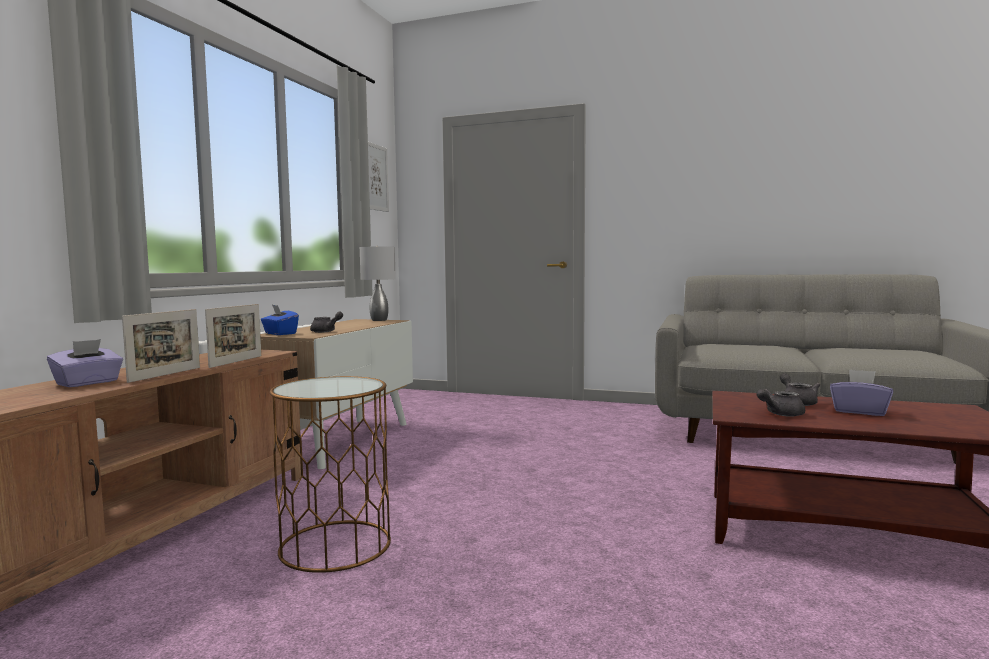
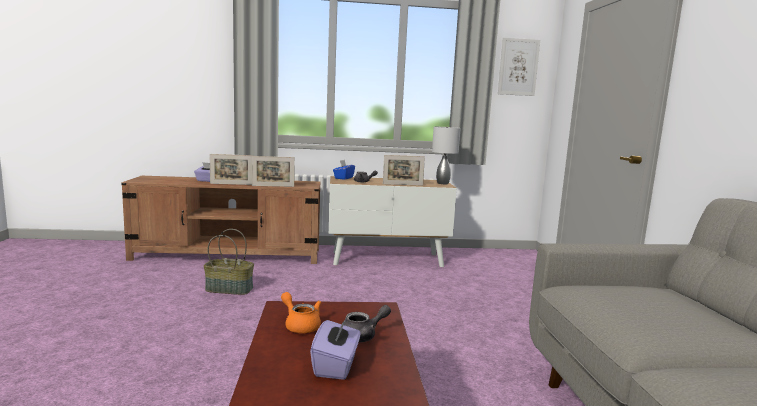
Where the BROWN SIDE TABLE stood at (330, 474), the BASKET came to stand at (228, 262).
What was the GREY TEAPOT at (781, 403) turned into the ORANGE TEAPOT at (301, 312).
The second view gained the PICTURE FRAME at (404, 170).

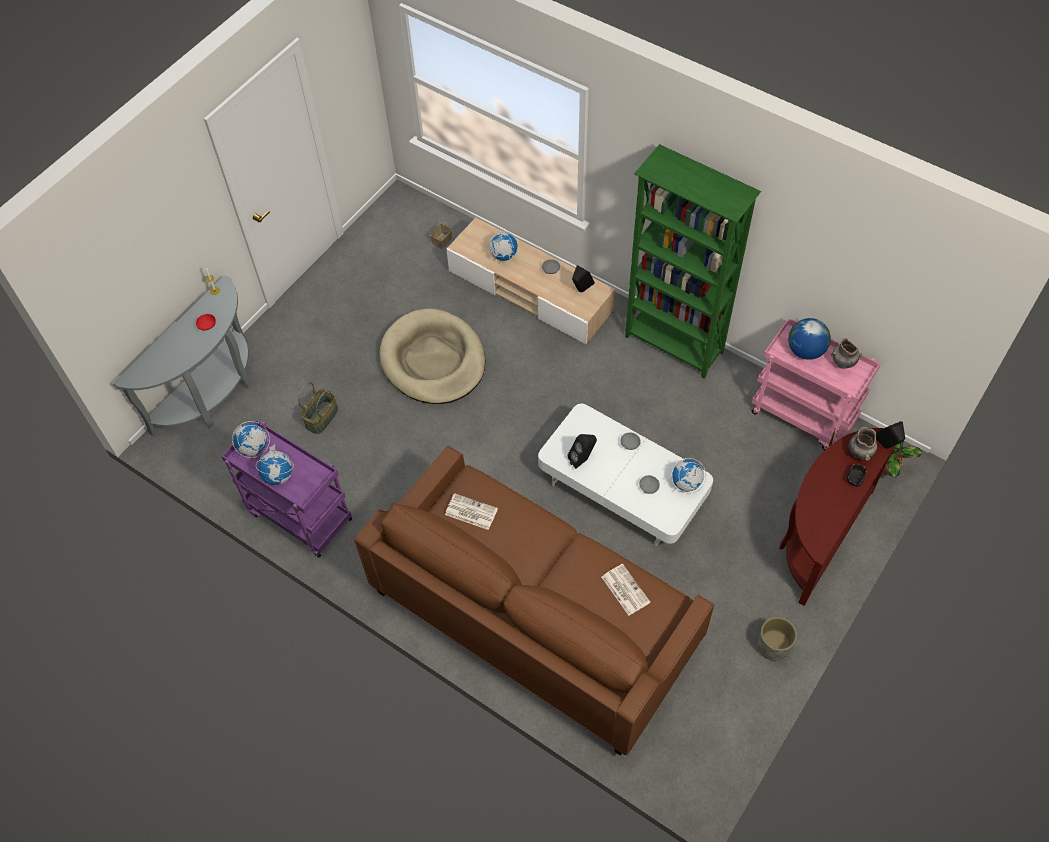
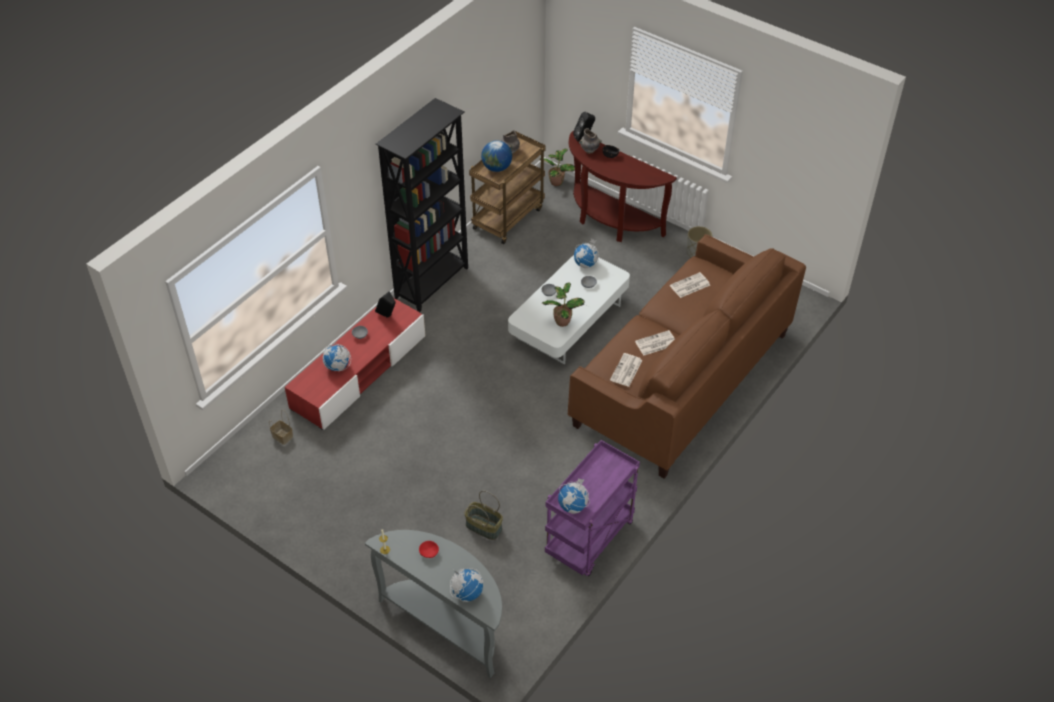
What was the GREEN BOOKCASE at (693, 261) turned into the BLACK BOOKCASE at (422, 205).
What was the BEIGE TV STAND at (530, 280) turned into the RED TV STAND at (355, 364).
The second view lost the BEIGE DOG BED at (432, 356).
What was the PINK CART at (816, 384) turned into the BROWN CART at (507, 187).
Where the BLACK SPEAKER stood at (582, 451), the POTTED PLANT came to stand at (563, 304).
The GLOBE ended up elsewhere, having gone from (275, 464) to (466, 585).
The second view gained the NEWSPAPER at (655, 342).

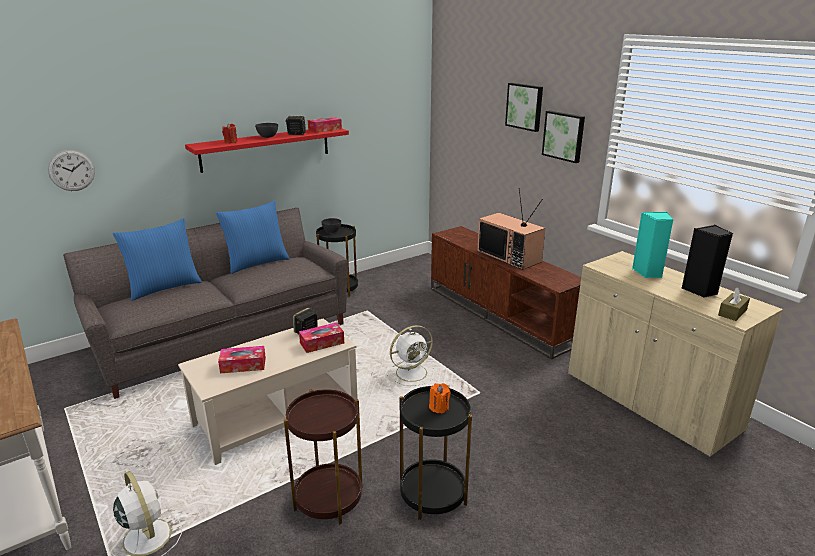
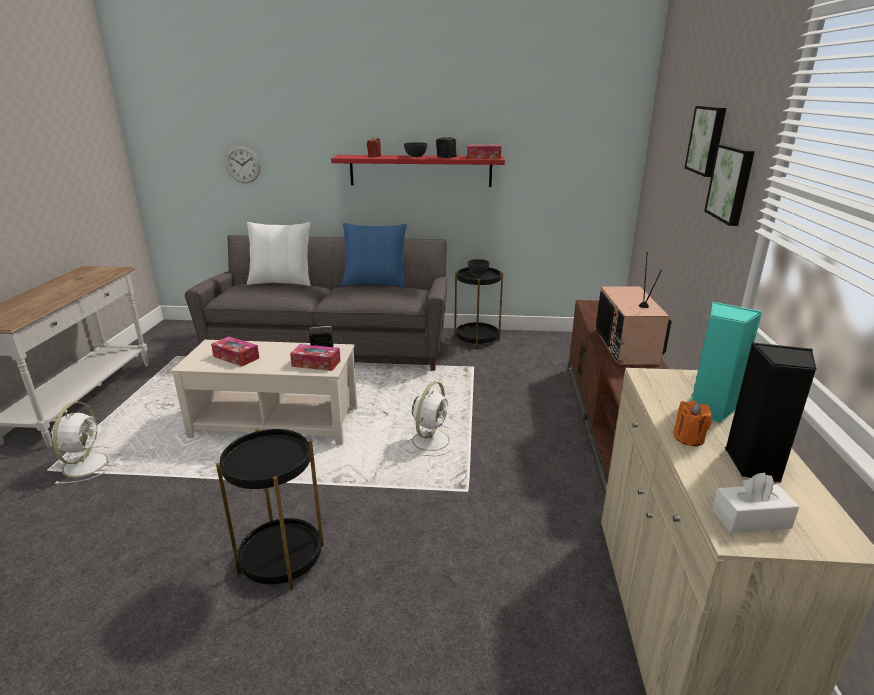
What was the BLUE PILLOW at (157, 259) turned into the WHITE PILLOW at (279, 254).
What was the BROWN TISSUE BOX at (734, 304) turned into the WHITE TISSUE BOX at (756, 502).
The WHITE FAN at (411, 355) ended up facing another way, 75 degrees counterclockwise from before.
The ORANGE CANDLE ended up elsewhere, having gone from (440, 398) to (692, 423).
The second view lost the BROWN SIDE TABLE at (323, 456).

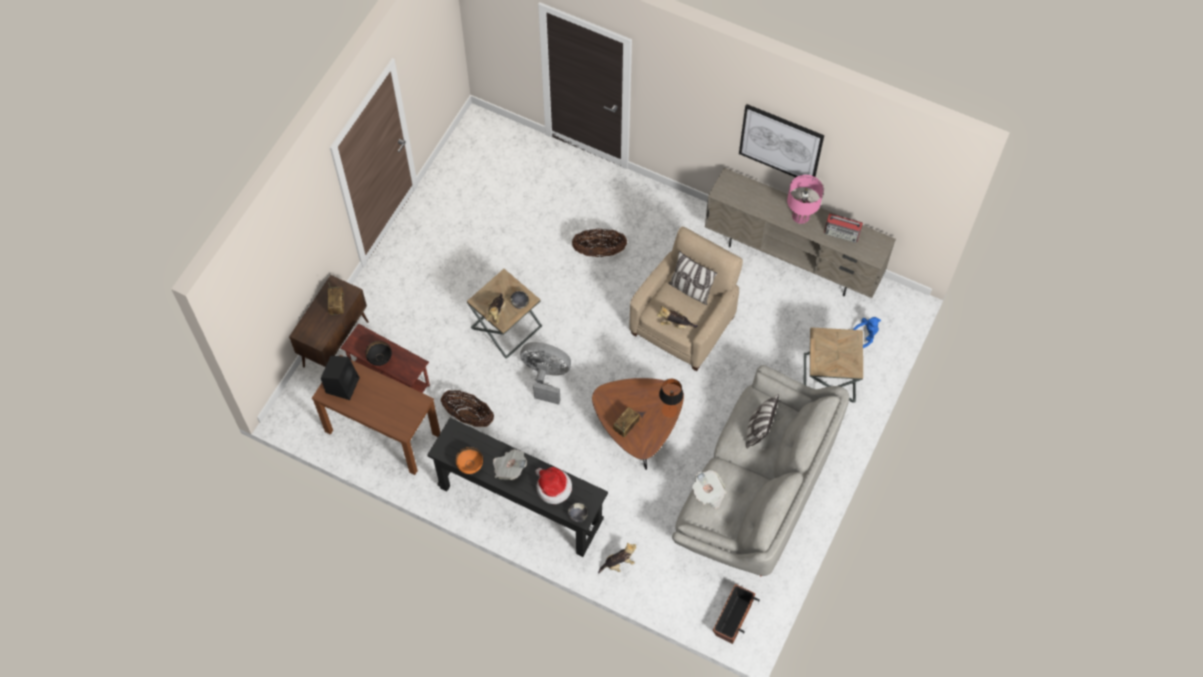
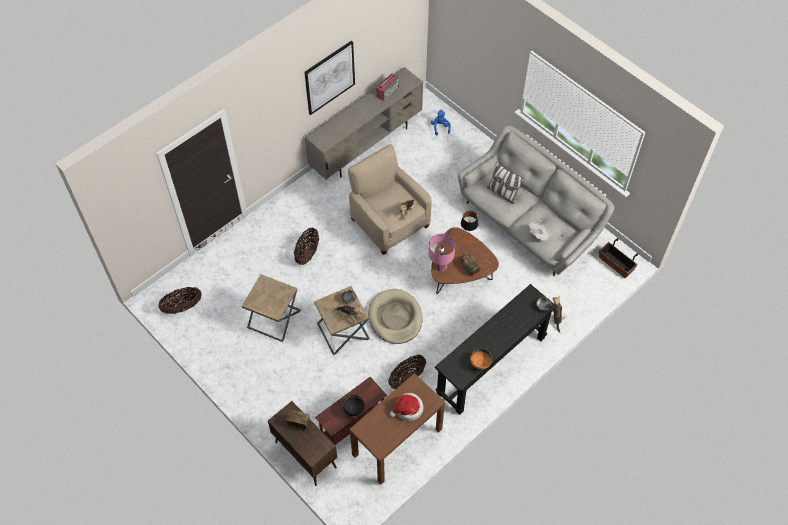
The PINK TABLE LAMP ended up elsewhere, having gone from (805, 199) to (442, 253).
The second view lost the PILLOW at (693, 278).
The BROWN SIDE TABLE ended up elsewhere, having gone from (833, 364) to (271, 308).
Where the GREY FAN stood at (545, 373), the BEIGE DOG BED came to stand at (395, 316).
The second view lost the BLACK SPEAKER at (340, 378).
The second view lost the NEWSPAPER at (510, 464).
The HAT ended up elsewhere, having gone from (554, 485) to (406, 407).
The second view gained the BASKET at (180, 300).

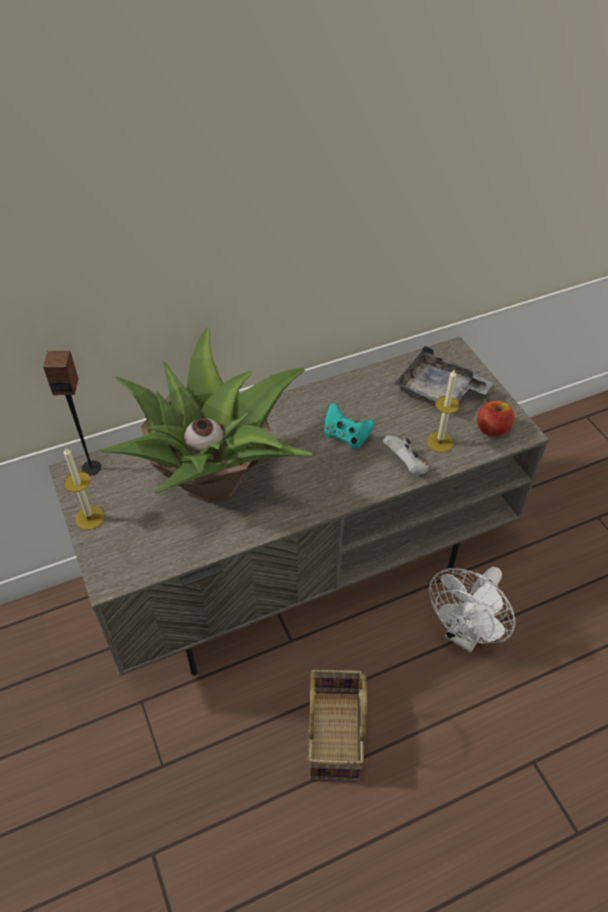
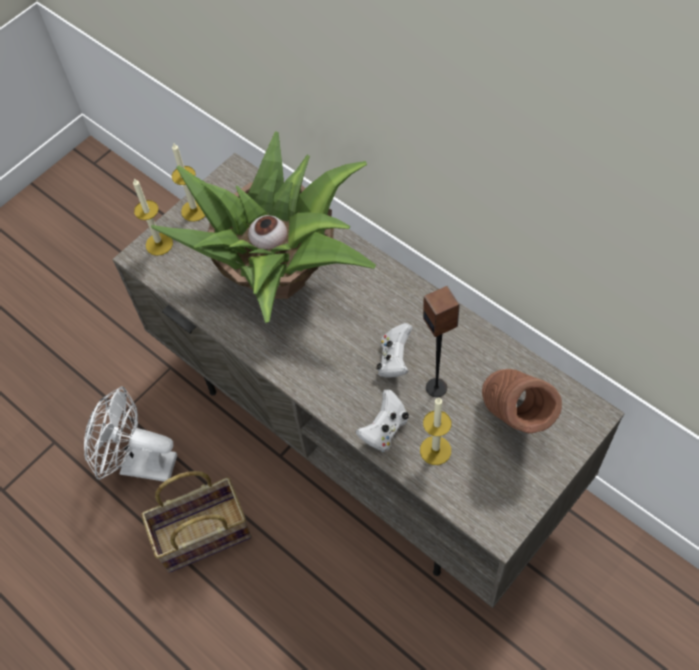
Where the GREY TRAY stood at (444, 375), the BROWN VASE came to stand at (522, 401).
The SPEAKER ended up elsewhere, having gone from (72, 413) to (441, 341).
The second view lost the APPLE at (496, 419).
What was the TURQUOISE GAME CONTROLLER at (349, 426) turned into the WHITE GAME CONTROLLER at (394, 350).
The WHITE FAN ended up elsewhere, having gone from (472, 610) to (130, 434).
The second view gained the CANDLE at (153, 217).

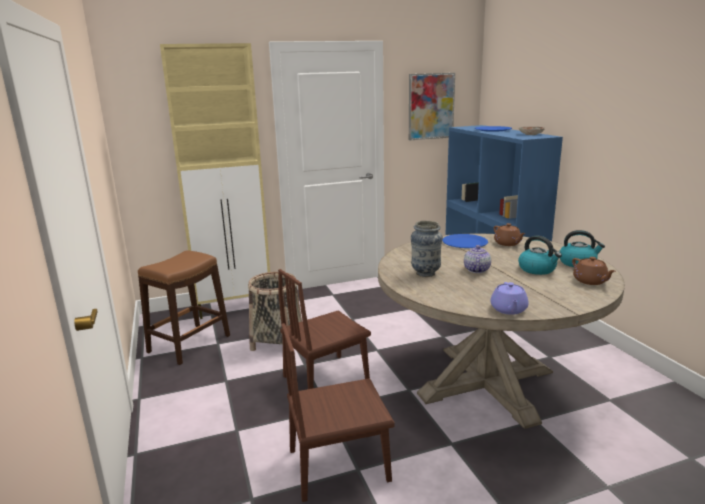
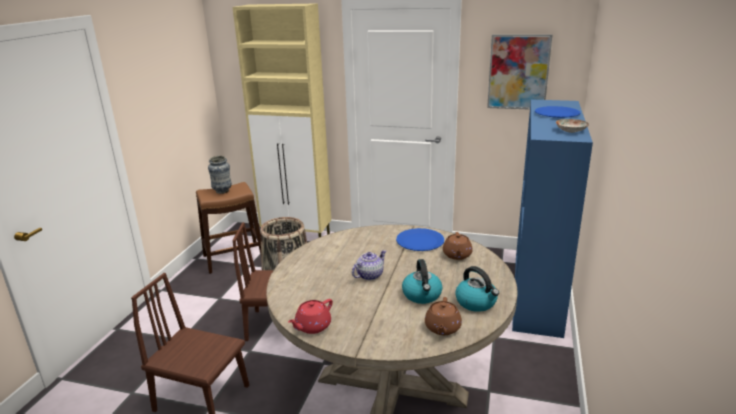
The VASE ended up elsewhere, having gone from (427, 249) to (220, 175).
What was the PURPLE TEAPOT at (510, 298) turned into the RED TEAPOT at (310, 316).

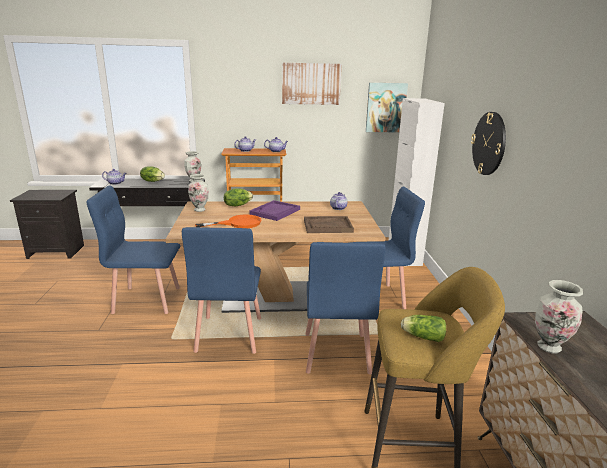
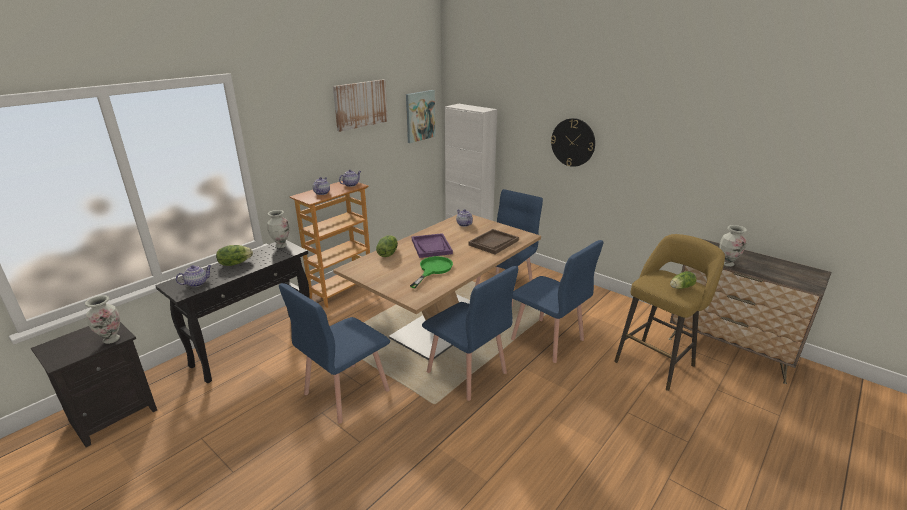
The VASE ended up elsewhere, having gone from (198, 193) to (102, 319).
What was the ORANGE FRYING PAN at (228, 221) turned into the GREEN FRYING PAN at (431, 272).

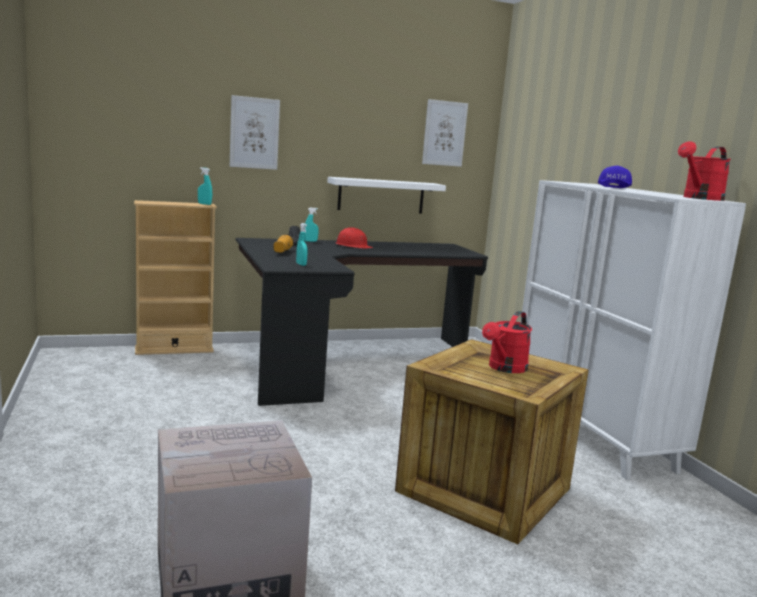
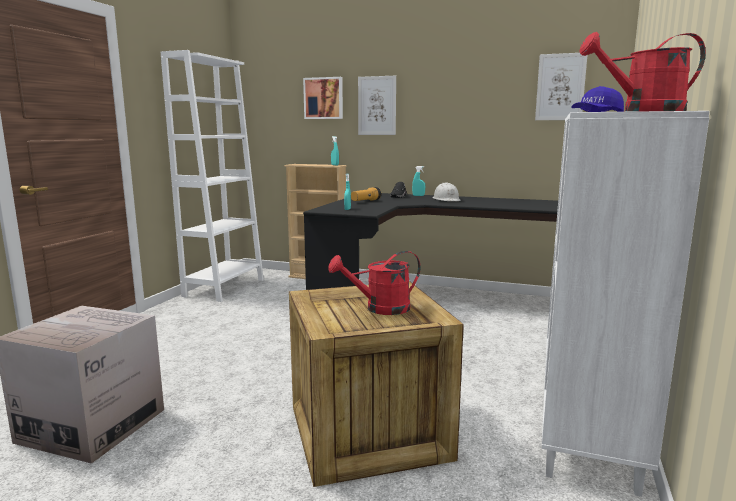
The second view lost the WHITE SHELF at (386, 195).
What was the RED HARD HAT at (354, 238) turned into the WHITE HARD HAT at (447, 192).
The second view gained the WHITE BOOKCASE at (212, 176).
The second view gained the PICTURE at (323, 98).

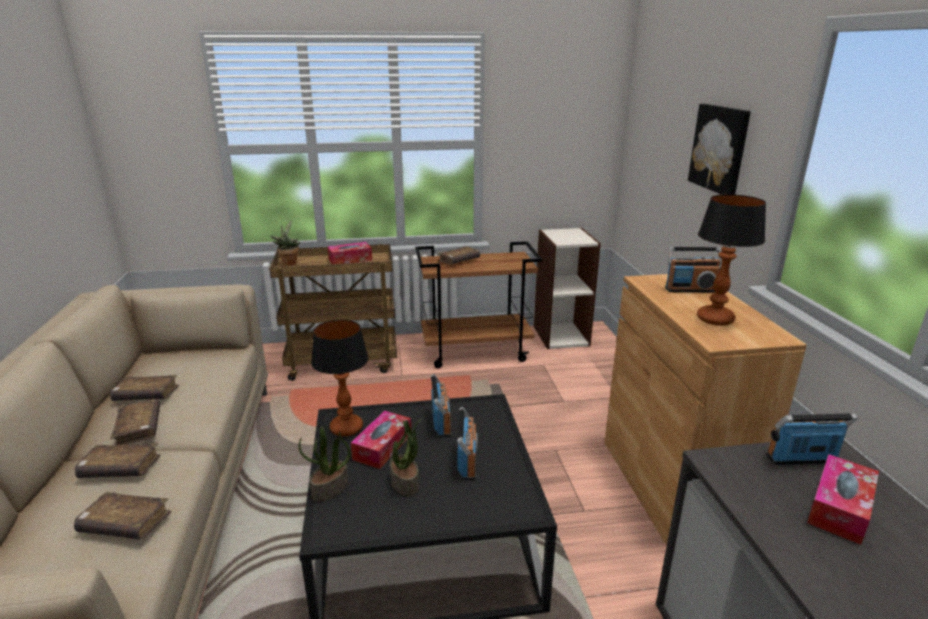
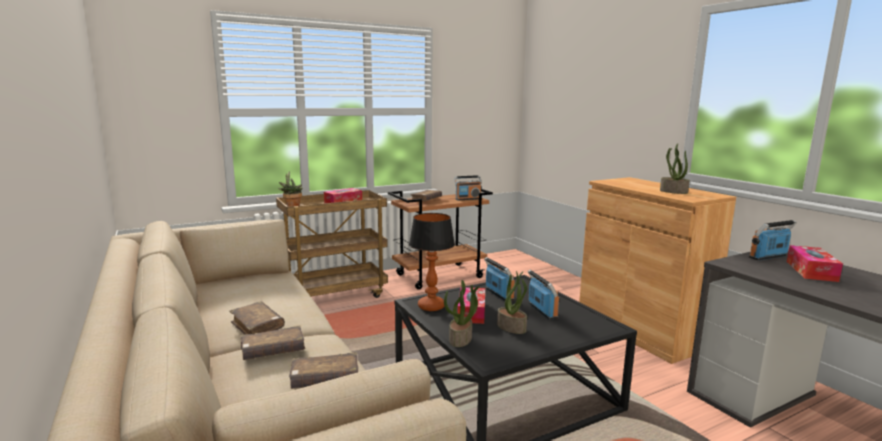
The second view lost the PICTURE at (719, 149).
Where the TABLE LAMP stood at (731, 260), the POTTED PLANT came to stand at (675, 168).
The second view lost the BOOKCASE at (567, 288).
The RADIO ended up elsewhere, having gone from (693, 269) to (468, 187).
The second view lost the BROWN BOOK at (144, 388).

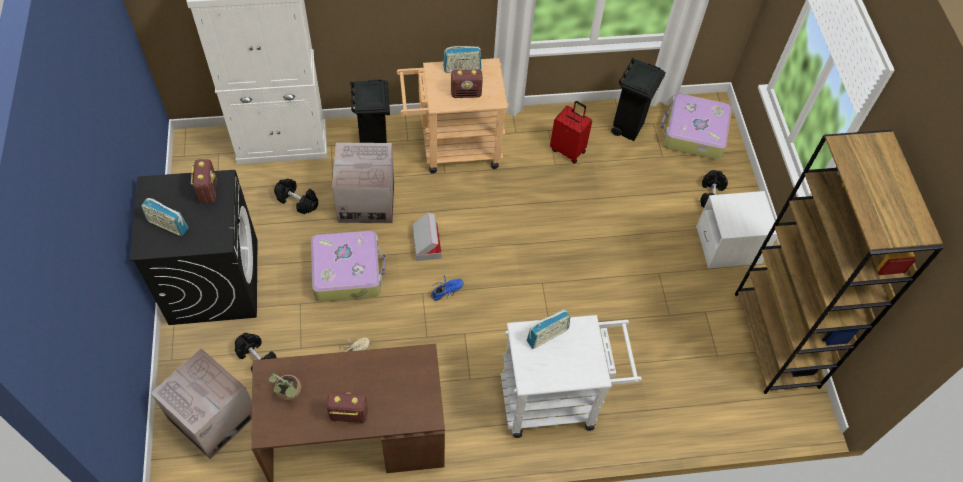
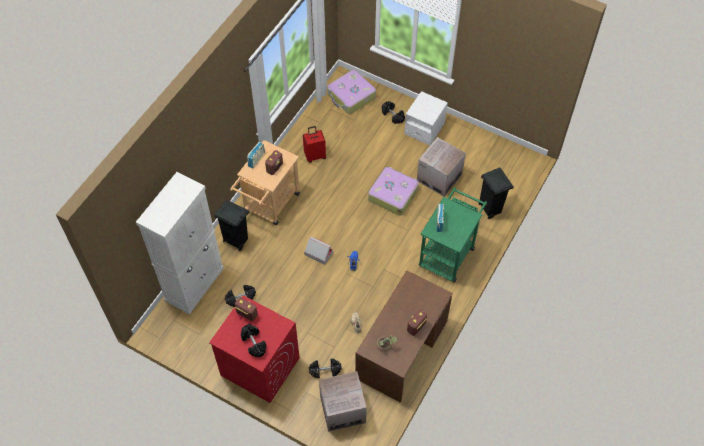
The BLACK TRASH CAN ended up elsewhere, having gone from (638, 99) to (496, 193).
The second view lost the BROWN BOOKCASE at (839, 262).
The CARDBOARD BOX ended up elsewhere, having gone from (363, 182) to (441, 167).
What was the BLACK WASHING MACHINE at (193, 247) turned into the RED WASHING MACHINE at (254, 349).
Where the RADIO stood at (164, 217), the BLACK DUMBBELL came to stand at (253, 340).
The SUITCASE ended up elsewhere, having gone from (348, 266) to (393, 191).
What was the WHITE CART at (571, 376) turned into the GREEN CART at (453, 235).

